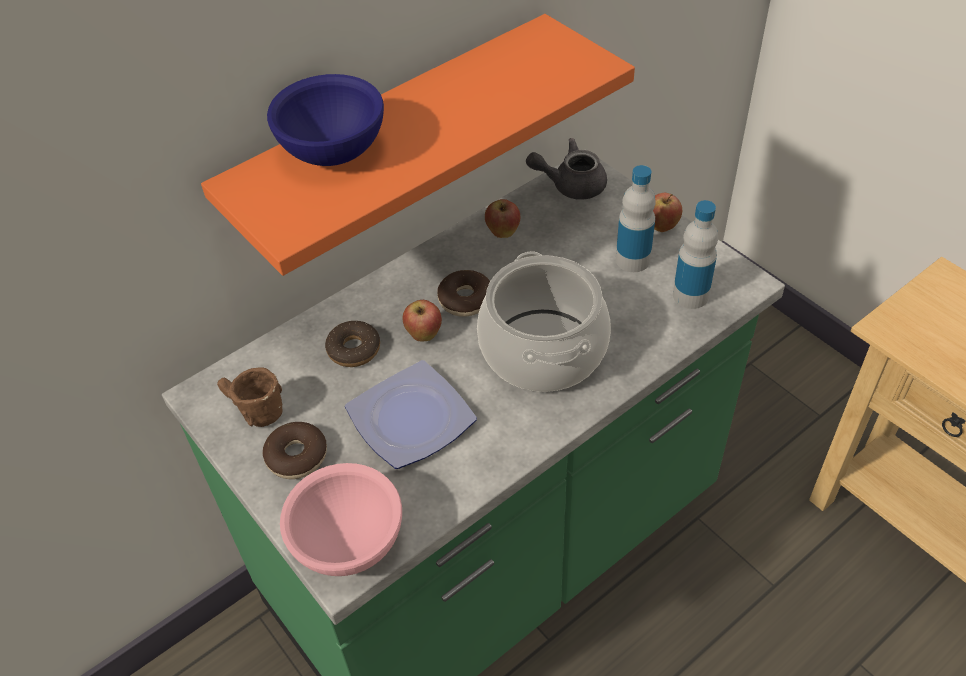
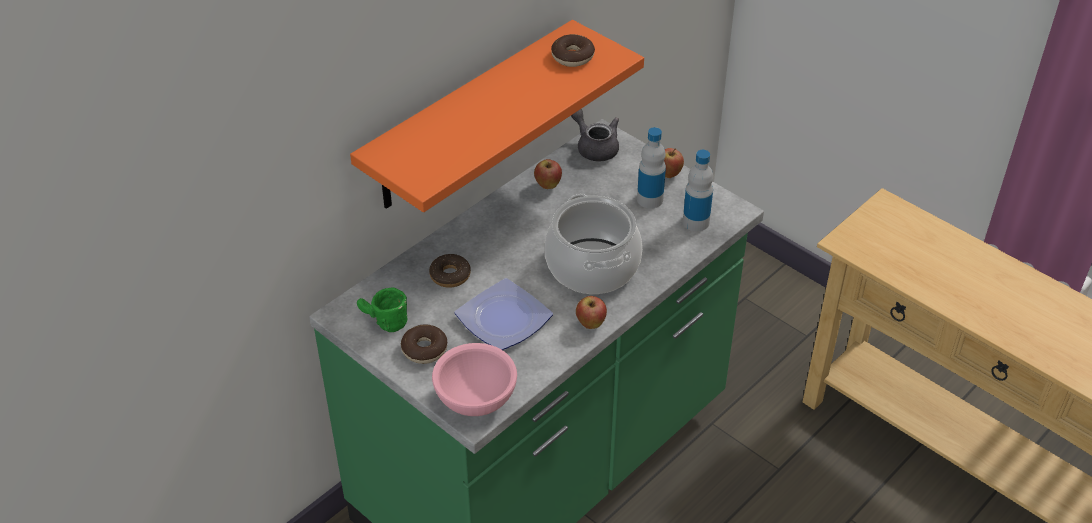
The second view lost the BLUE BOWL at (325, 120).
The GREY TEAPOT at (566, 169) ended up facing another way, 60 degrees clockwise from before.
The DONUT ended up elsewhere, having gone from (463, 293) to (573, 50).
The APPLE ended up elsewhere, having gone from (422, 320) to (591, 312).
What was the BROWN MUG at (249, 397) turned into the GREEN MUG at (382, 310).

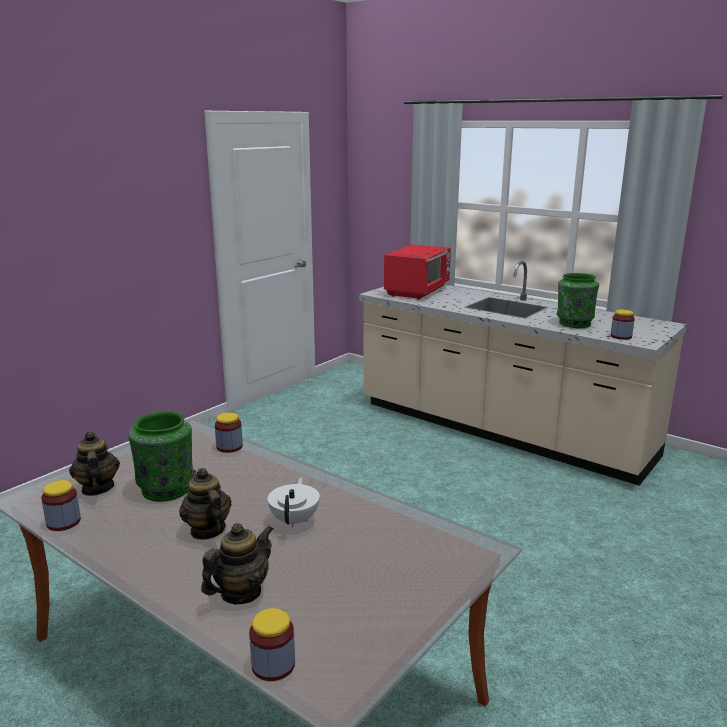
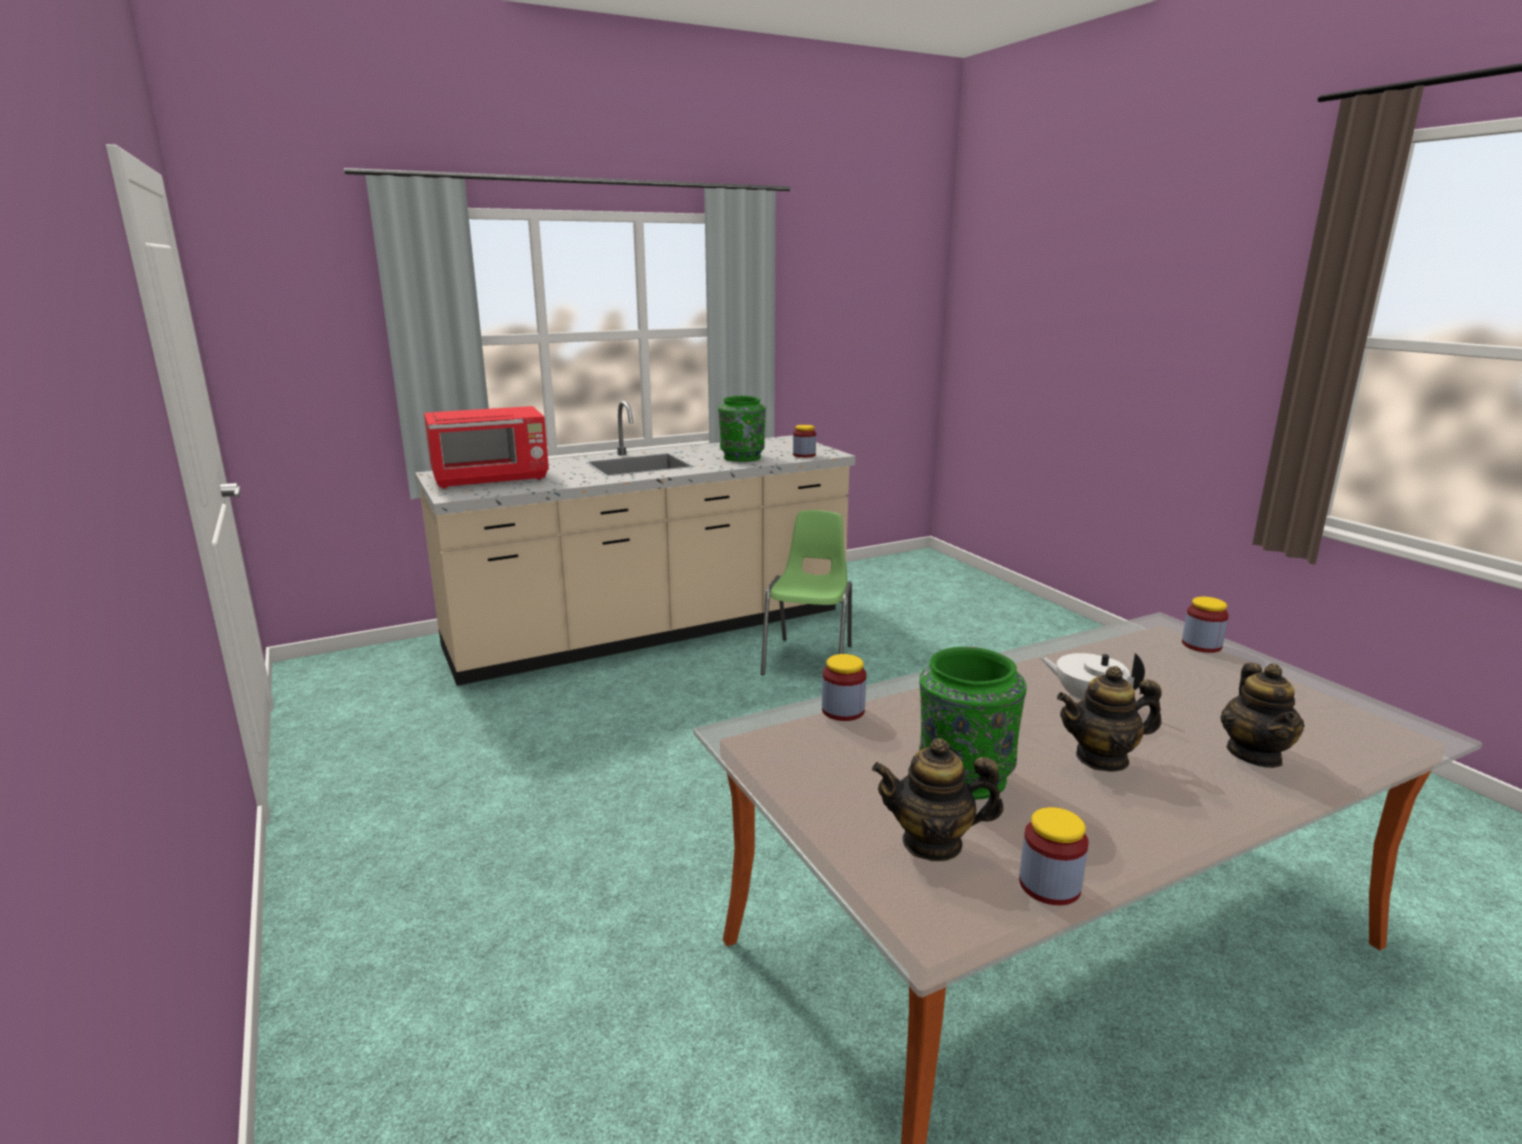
The RED MICROWAVE at (417, 272) ended up facing another way, 105 degrees clockwise from before.
The TEAPOT at (237, 564) ended up facing another way, 150 degrees counterclockwise from before.
The JAR ended up elsewhere, having gone from (272, 644) to (1205, 625).
The second view gained the GREEN CHAIR at (806, 592).

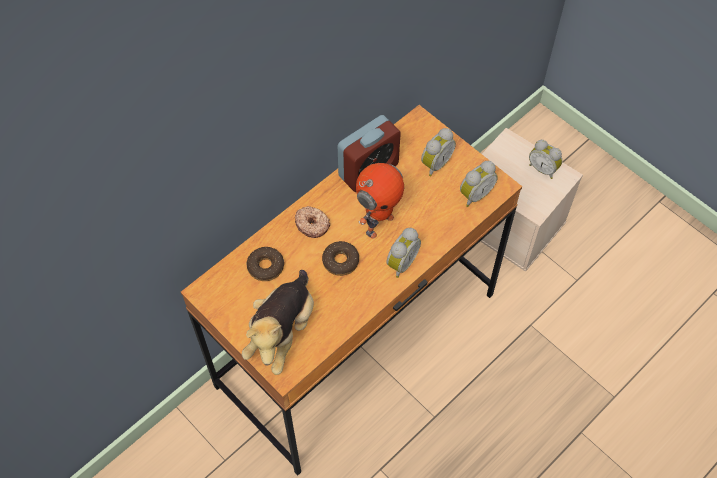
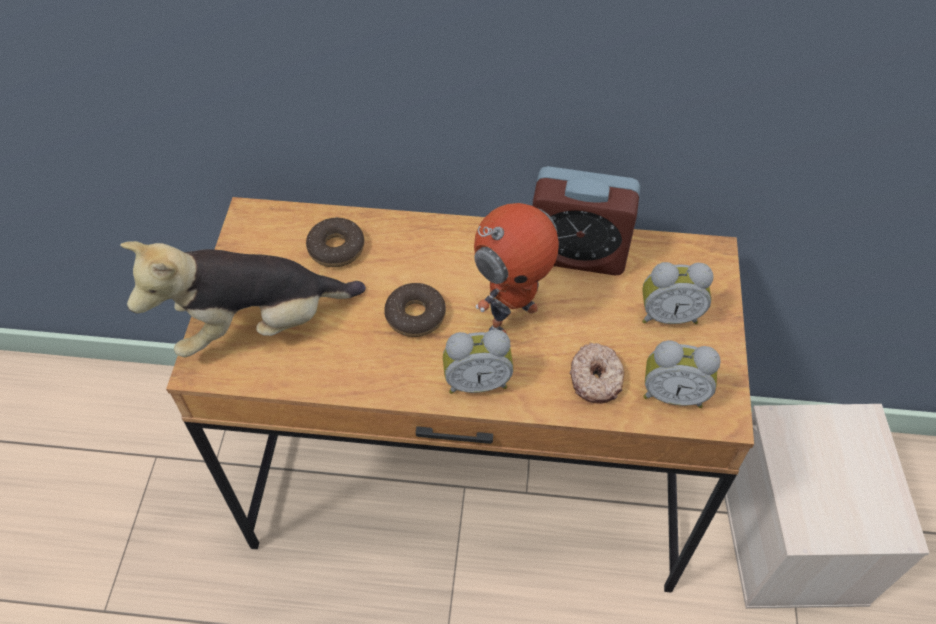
The second view lost the ALARM CLOCK at (545, 159).
The TOY ROBOT at (380, 201) ended up facing another way, 45 degrees counterclockwise from before.
The DONUT ended up elsewhere, having gone from (312, 222) to (597, 373).

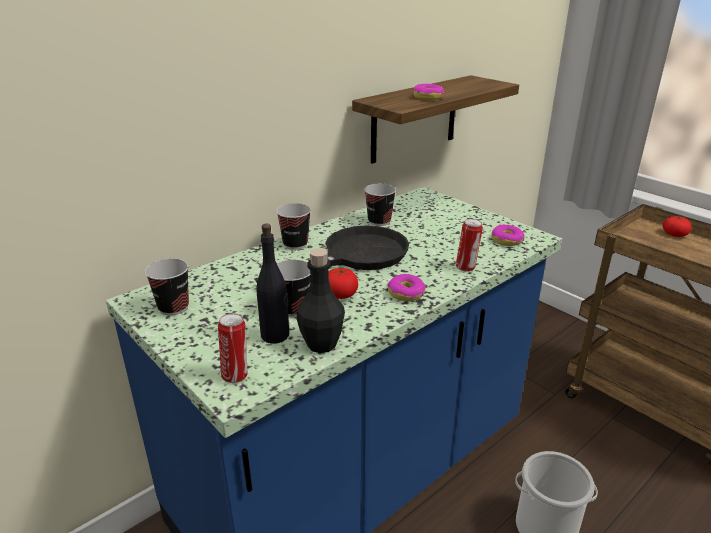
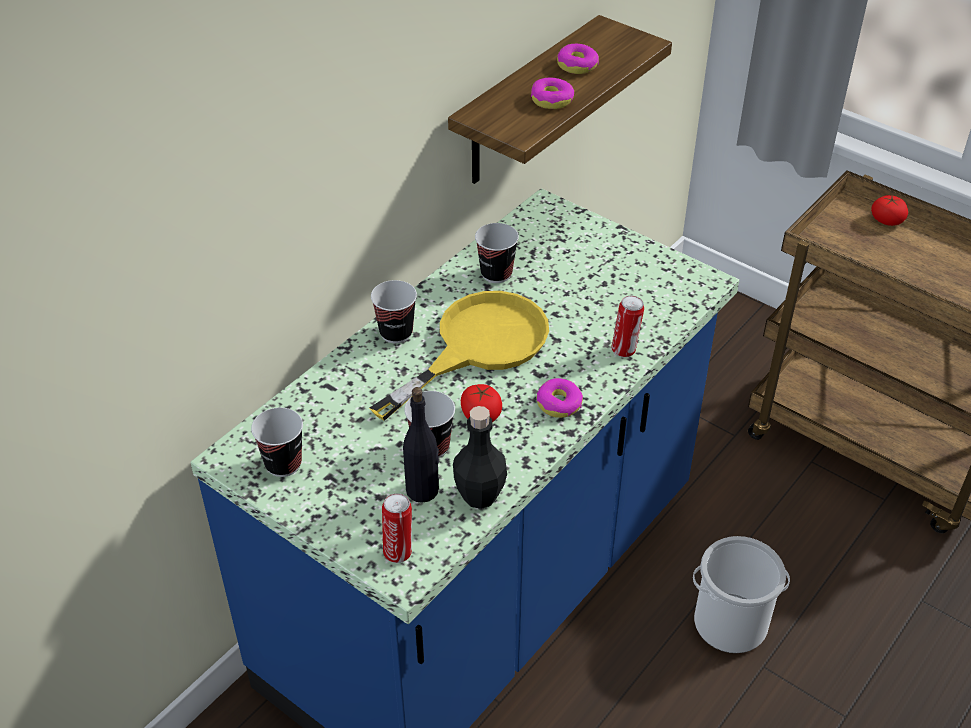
What was the BLACK FRYING PAN at (331, 254) turned into the YELLOW FRYING PAN at (459, 356).
The DONUT ended up elsewhere, having gone from (508, 235) to (578, 59).

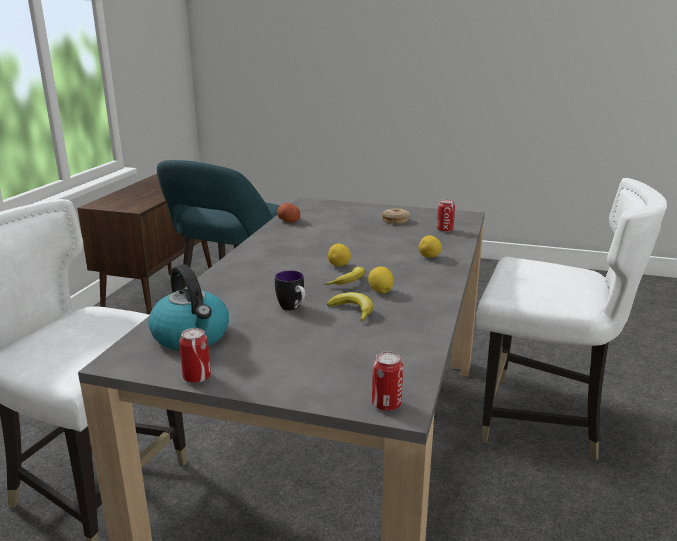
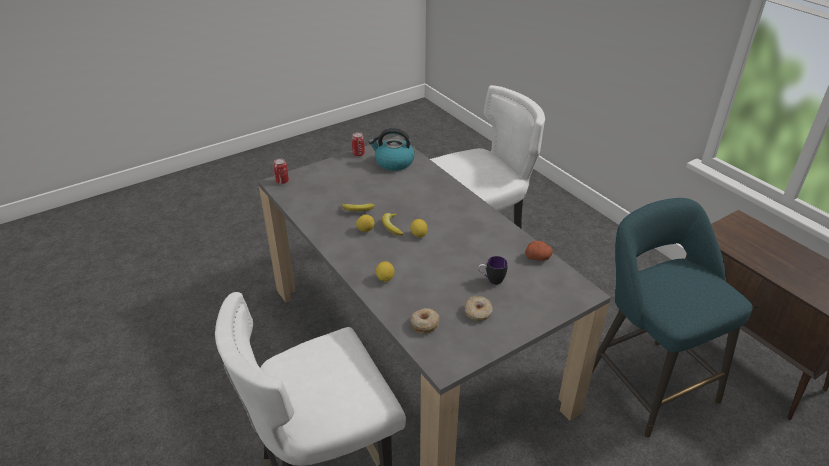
Where the CAN stood at (446, 215), the DONUT came to stand at (425, 321).
The MUG ended up elsewhere, having gone from (290, 291) to (493, 270).

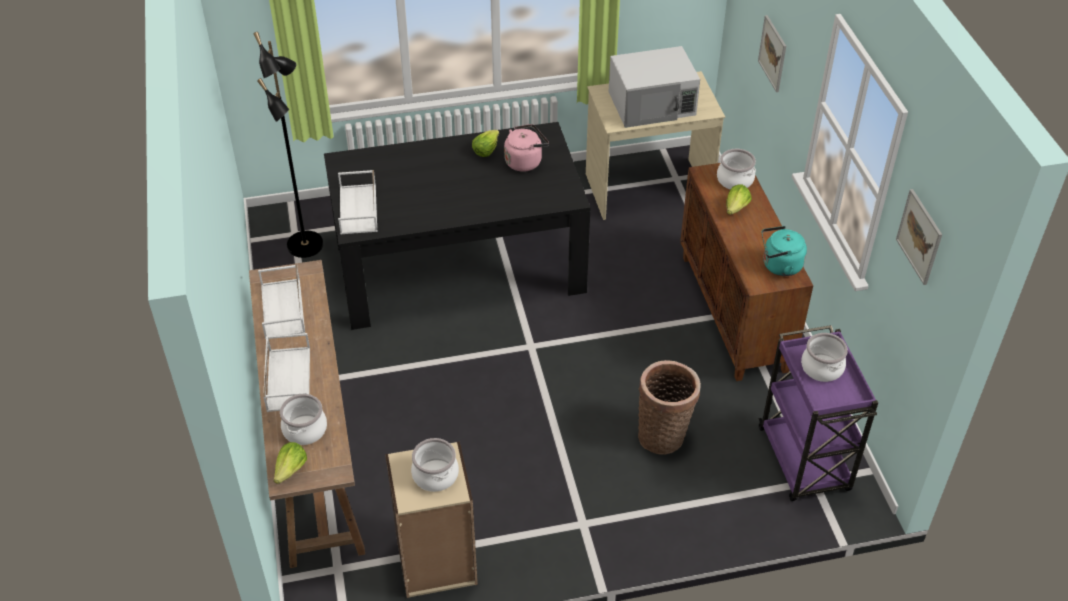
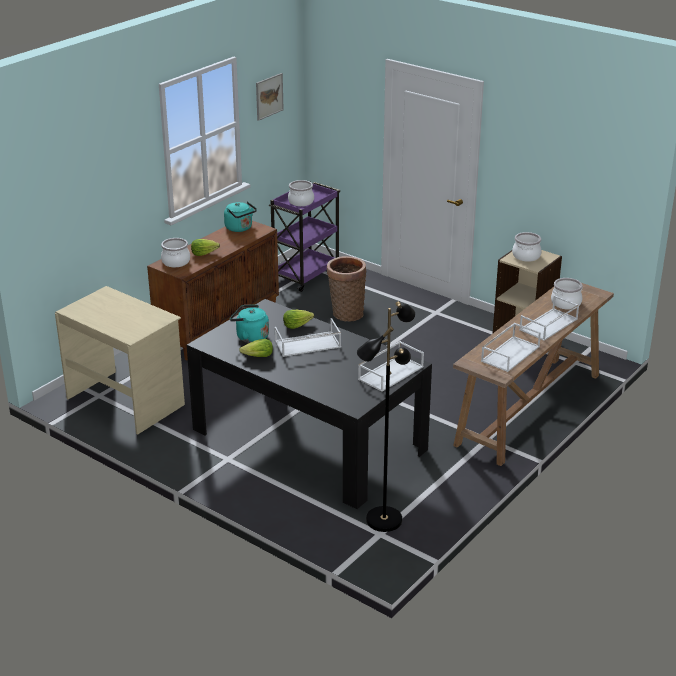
The second view lost the PICTURE at (772, 53).
The second view lost the WHITE MICROWAVE at (654, 87).
What was the PINK KETTLE at (526, 148) turned into the TURQUOISE KETTLE at (249, 324).
The LETTUCE ended up elsewhere, having gone from (290, 463) to (298, 319).
The second view gained the WHITE TRAY at (308, 337).

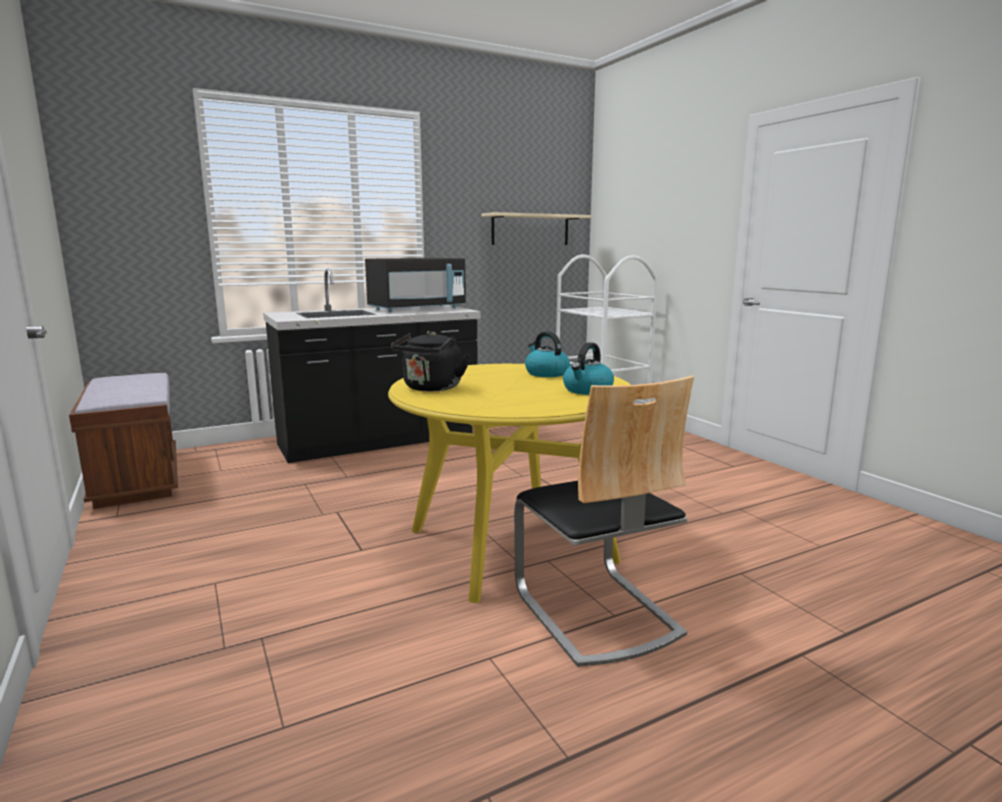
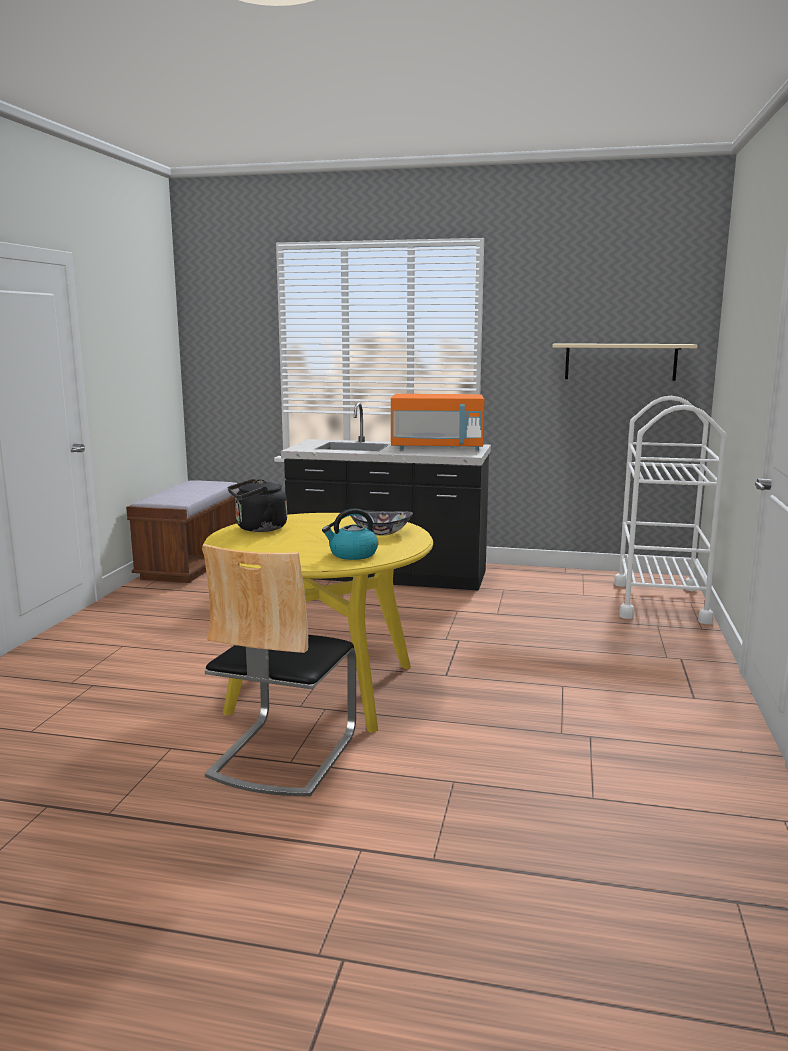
What was the BLACK MICROWAVE at (415, 285) turned into the ORANGE MICROWAVE at (437, 422).
Where the KETTLE stood at (547, 354), the BOWL came to stand at (382, 522).

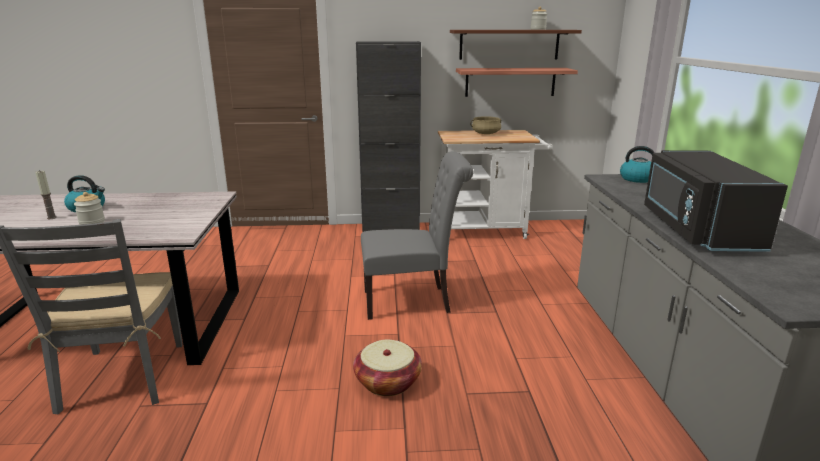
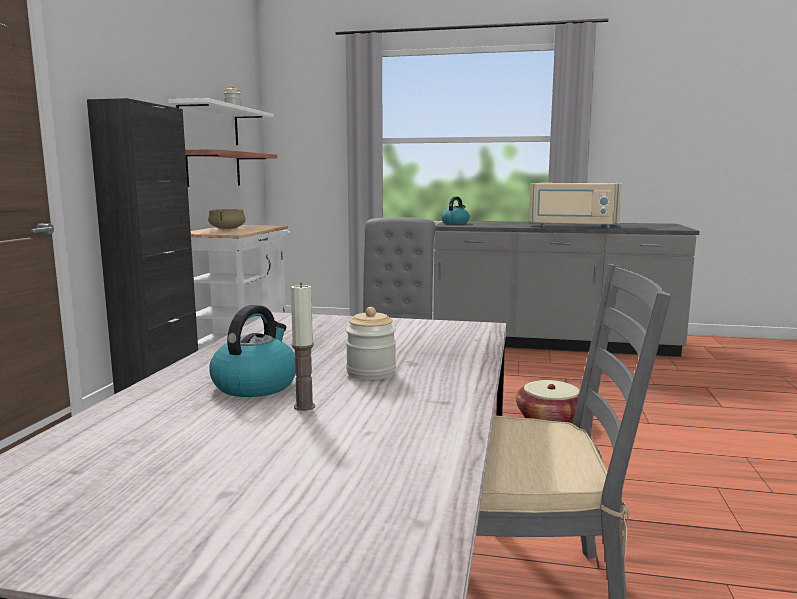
What was the BROWN SHELF at (516, 45) turned into the WHITE SHELF at (221, 121).
What was the BLACK MICROWAVE at (716, 201) turned into the BEIGE MICROWAVE at (575, 205).

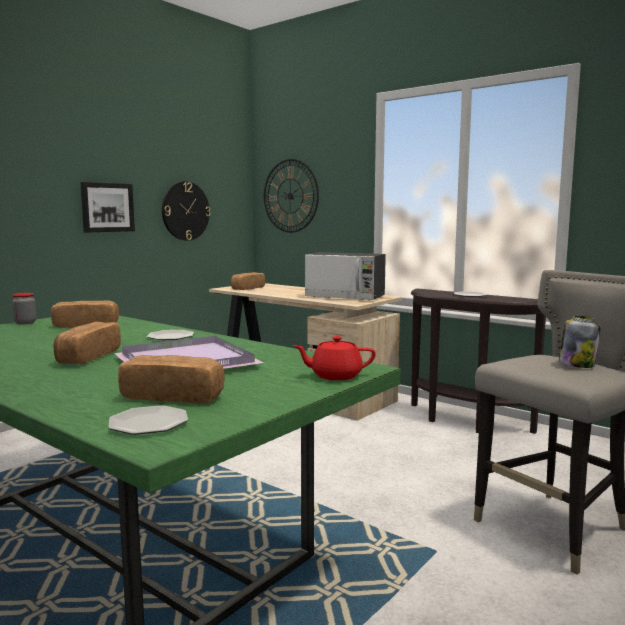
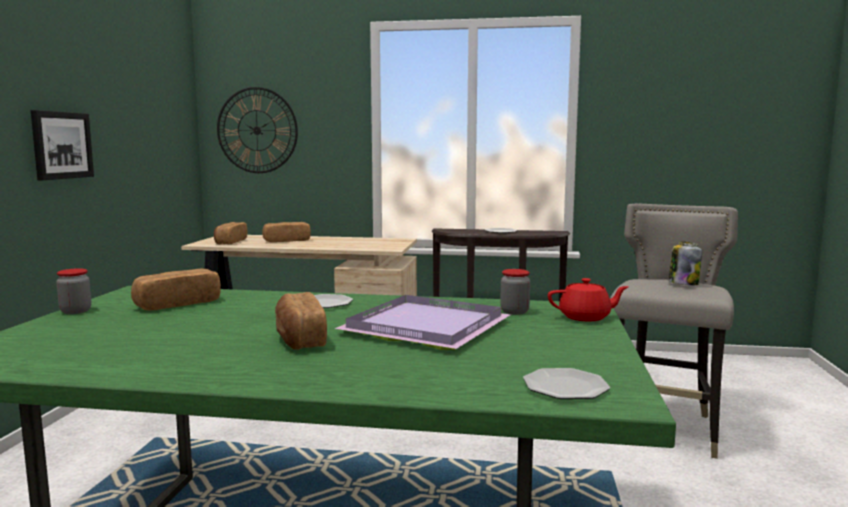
The second view lost the WALL CLOCK at (186, 211).
The second view lost the MICROWAVE at (345, 276).
The RED TEAPOT at (334, 358) ended up facing another way, 150 degrees counterclockwise from before.
The BREAD ended up elsewhere, having gone from (171, 379) to (286, 232).
The second view gained the JAR at (515, 292).

